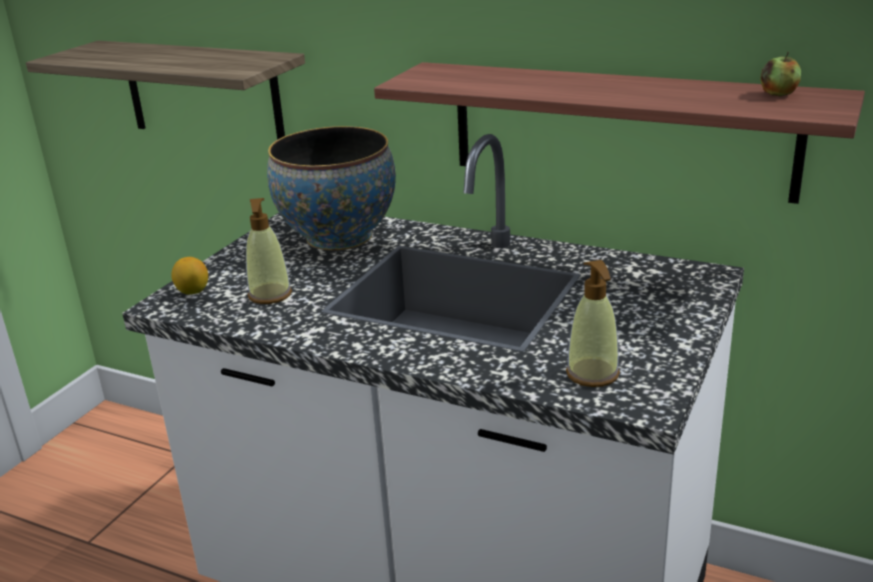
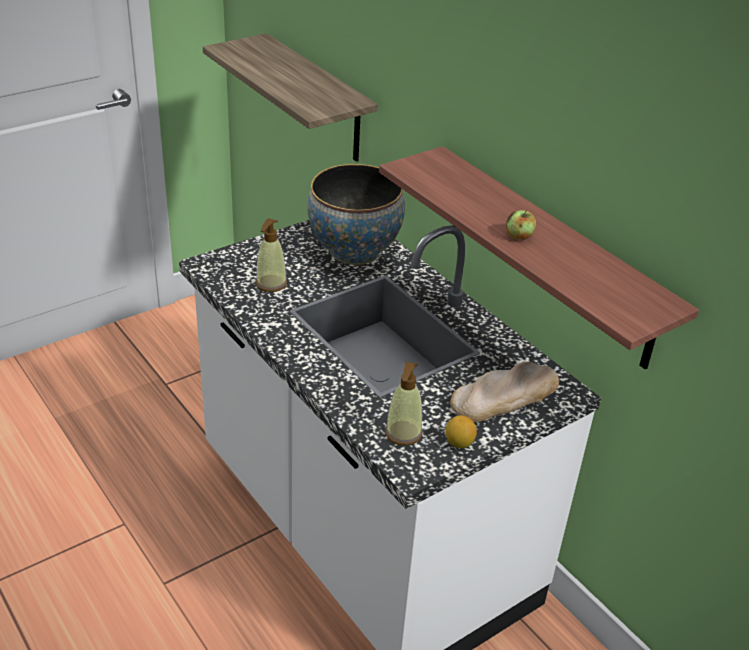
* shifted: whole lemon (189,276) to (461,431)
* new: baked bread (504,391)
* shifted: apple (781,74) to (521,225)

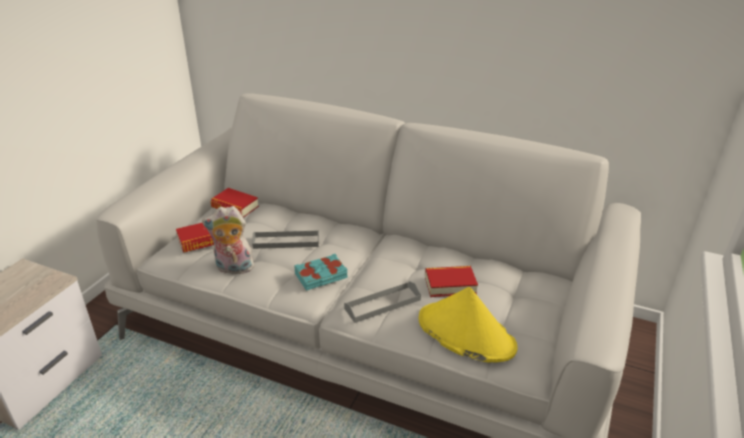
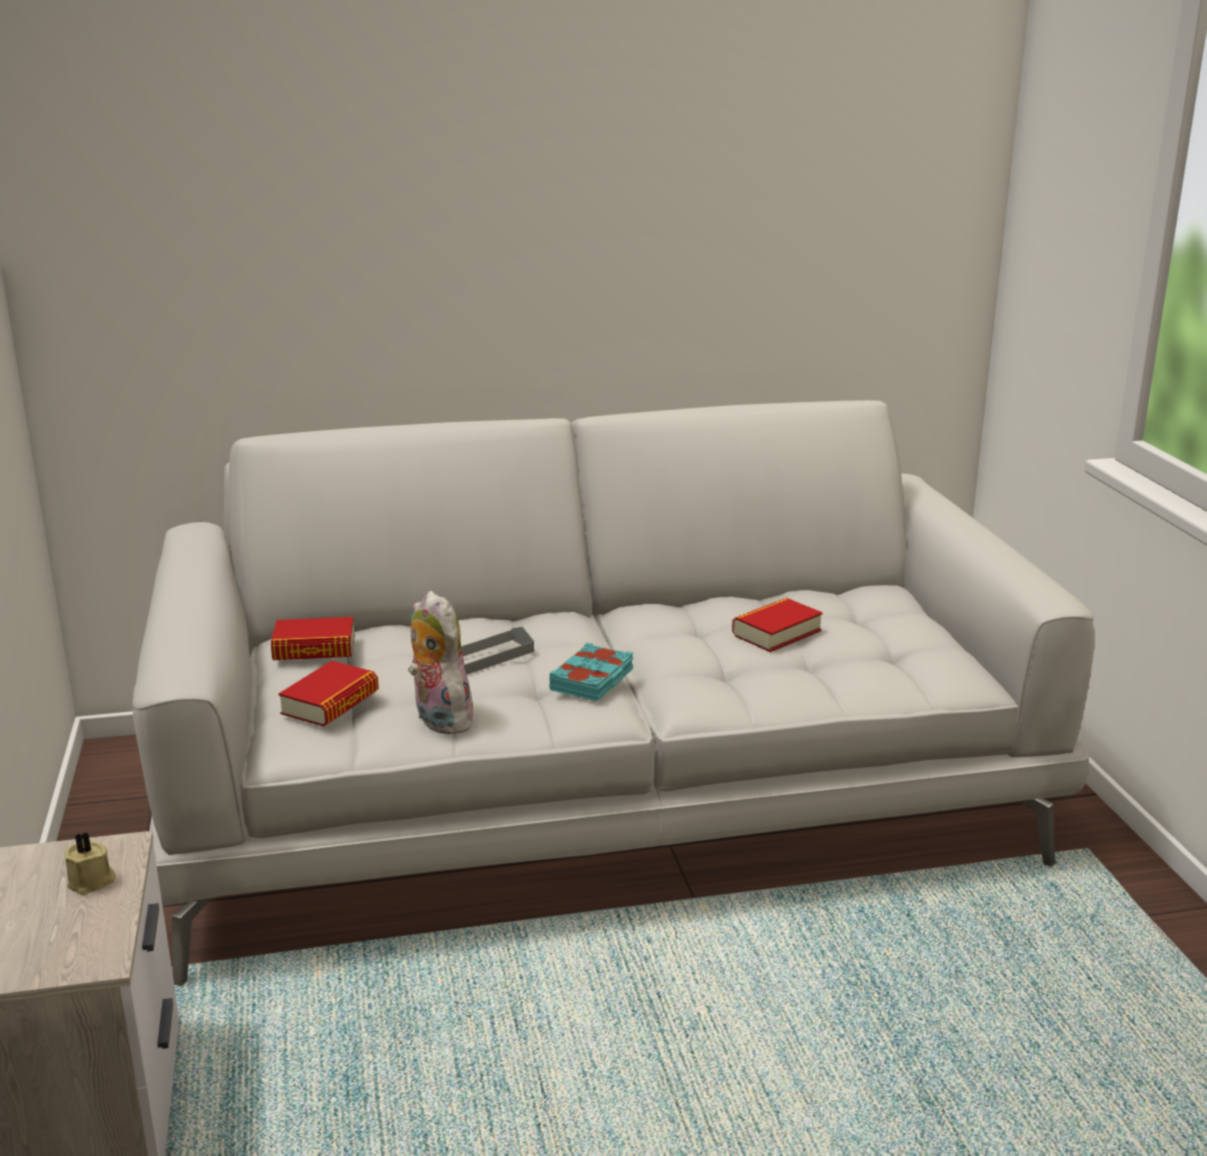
* new: beige-coloured candle (90,863)
* rotated: cuddly toy (229,240) = (443,663) 90 degrees clockwise
* gone: gray serving tray (382,302)
* gone: yellow-coloured wearable hat (468,324)

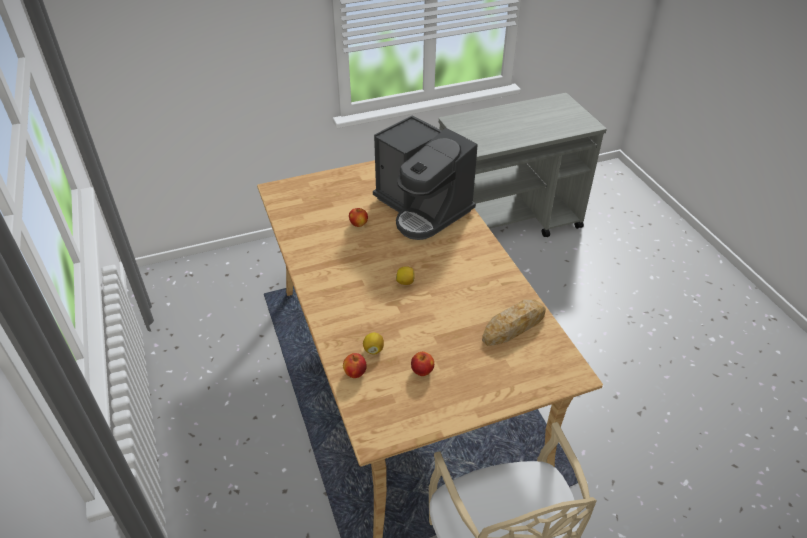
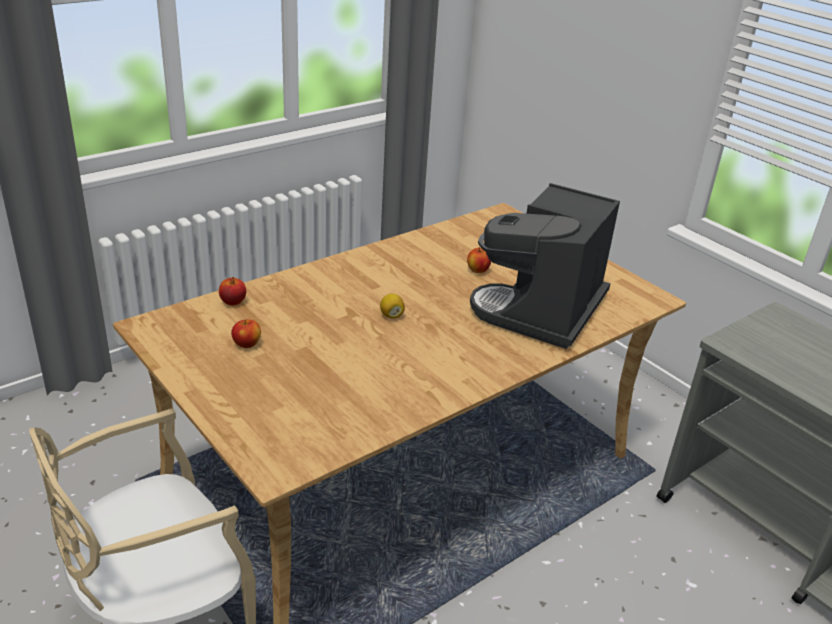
* gone: whole lemon (373,343)
* gone: baked bread (514,322)

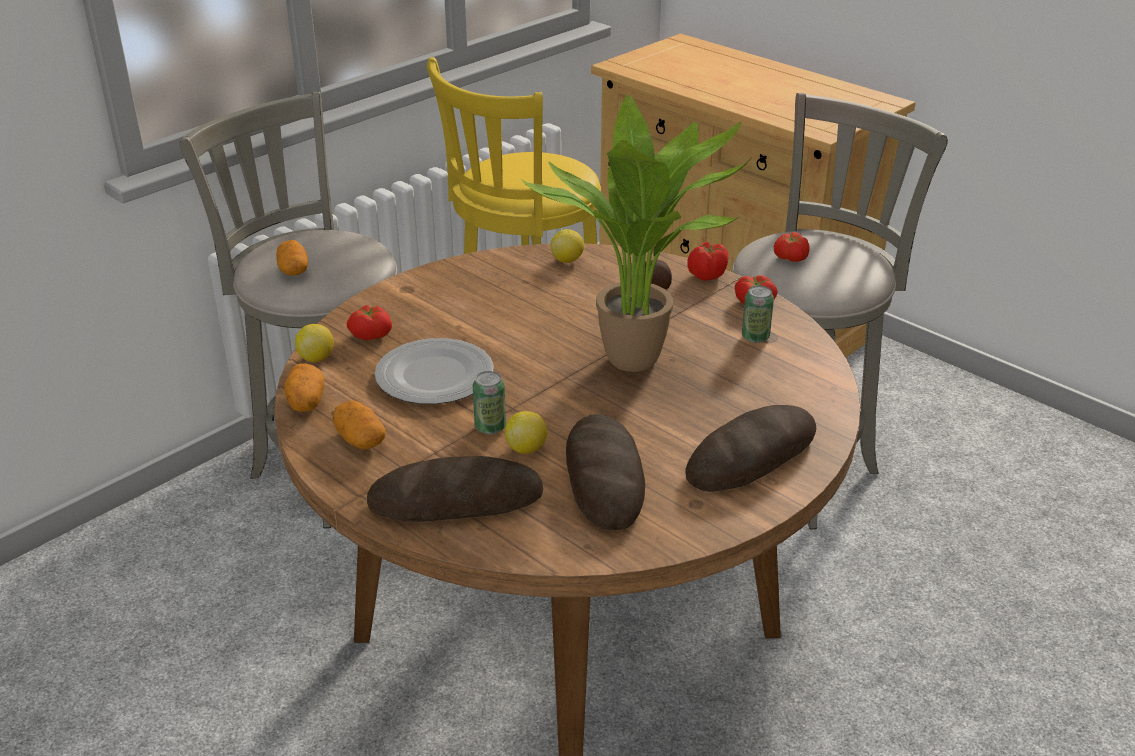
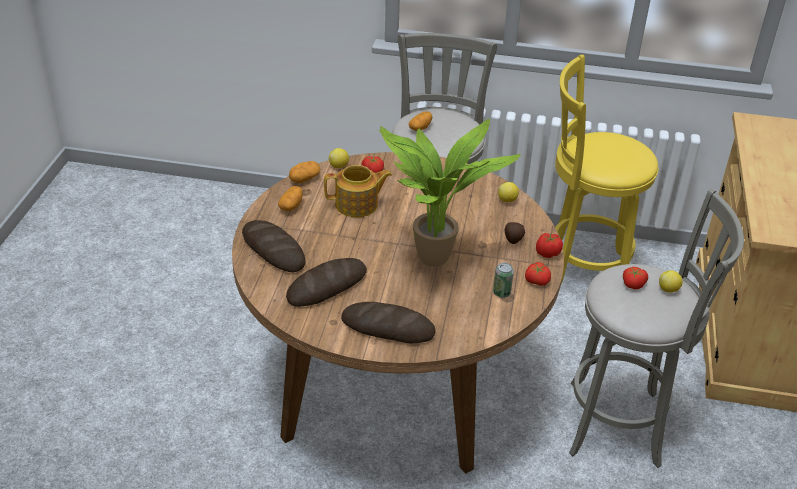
* swapped: flat dish (434,371) to teapot (358,191)
* shifted: whole lemon (526,432) to (671,281)
* gone: metal can (489,402)

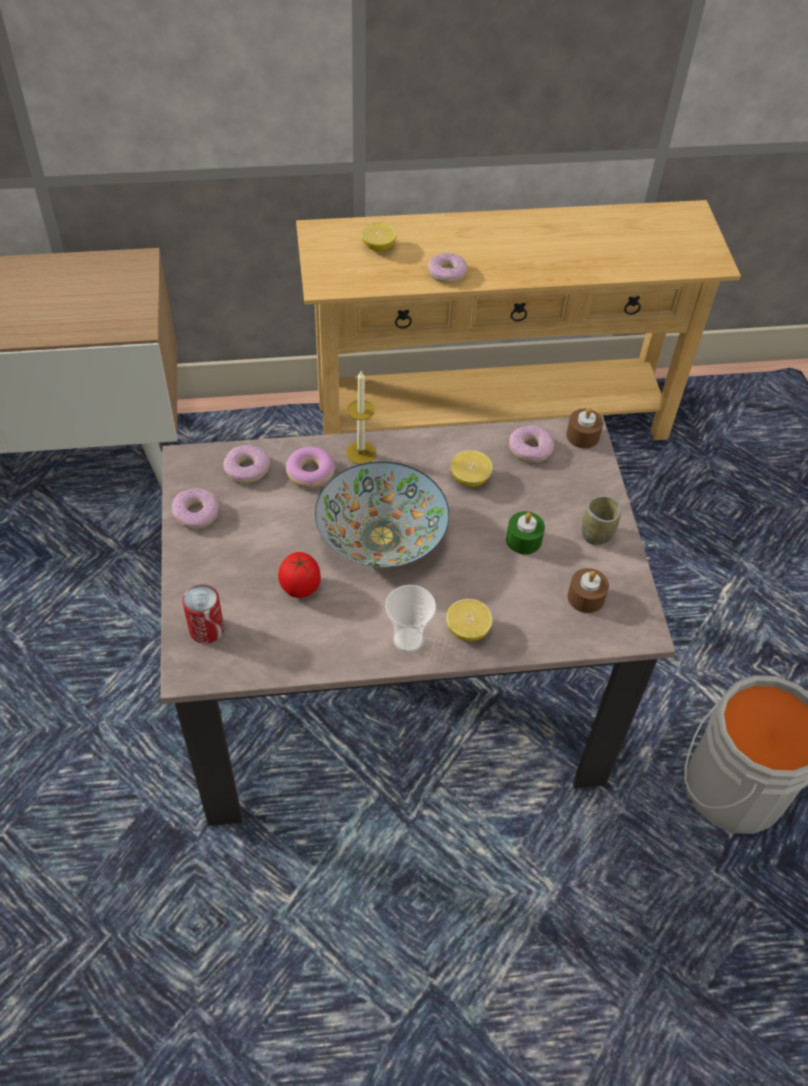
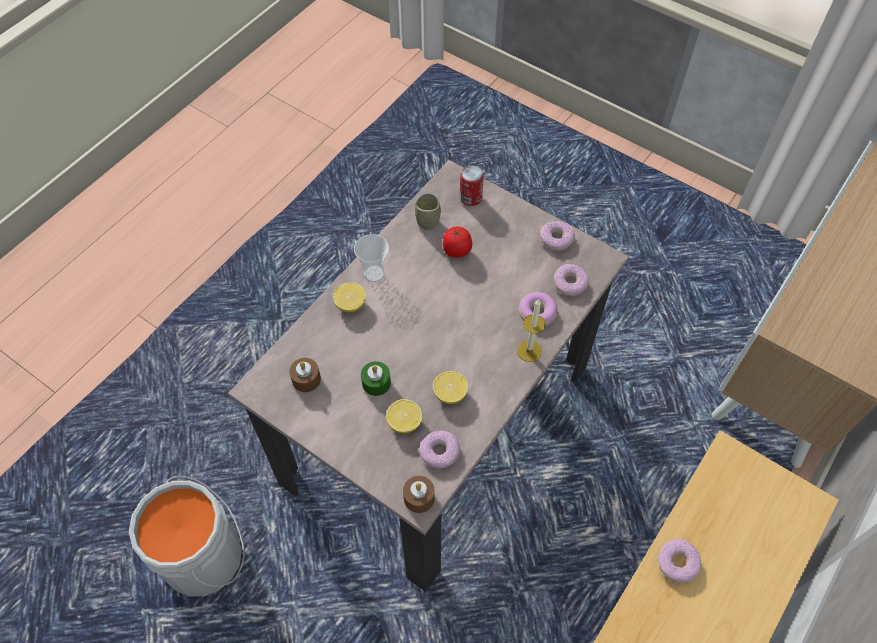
* shifted: whole lemon (379,236) to (404,416)
* shifted: small cup (601,520) to (428,211)
* gone: serving bowl (382,514)

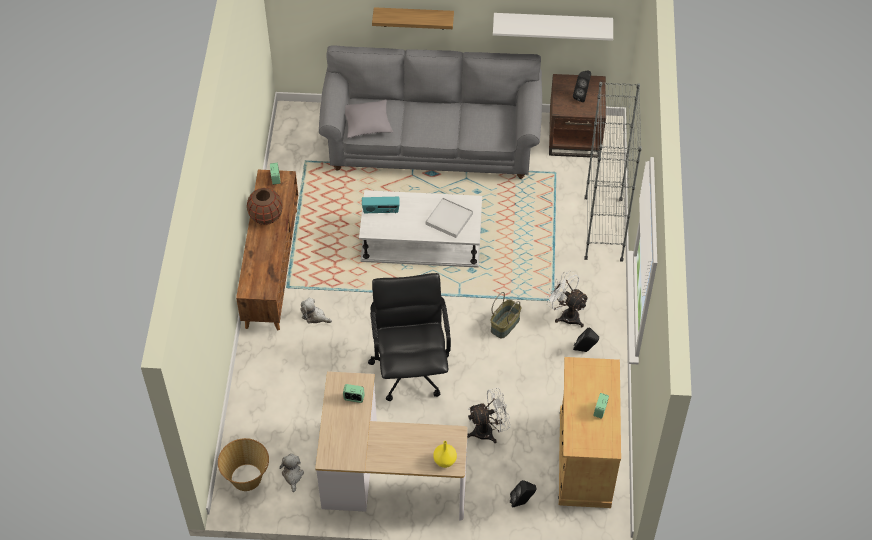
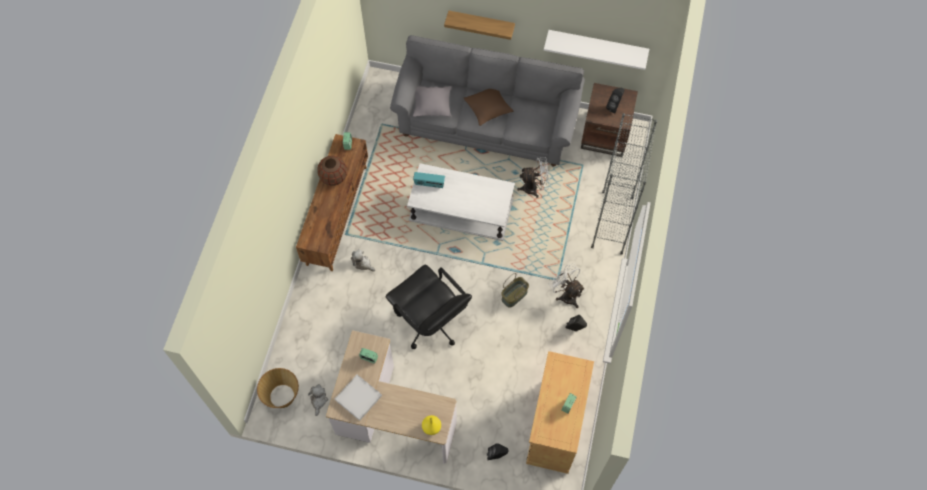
* shifted: white serving tray (449,218) to (358,398)
* rotated: blackish computer chair (409,337) = (429,307) 135 degrees clockwise
* new: brown throw pillow (489,107)
* shifted: white fan (489,415) to (533,177)

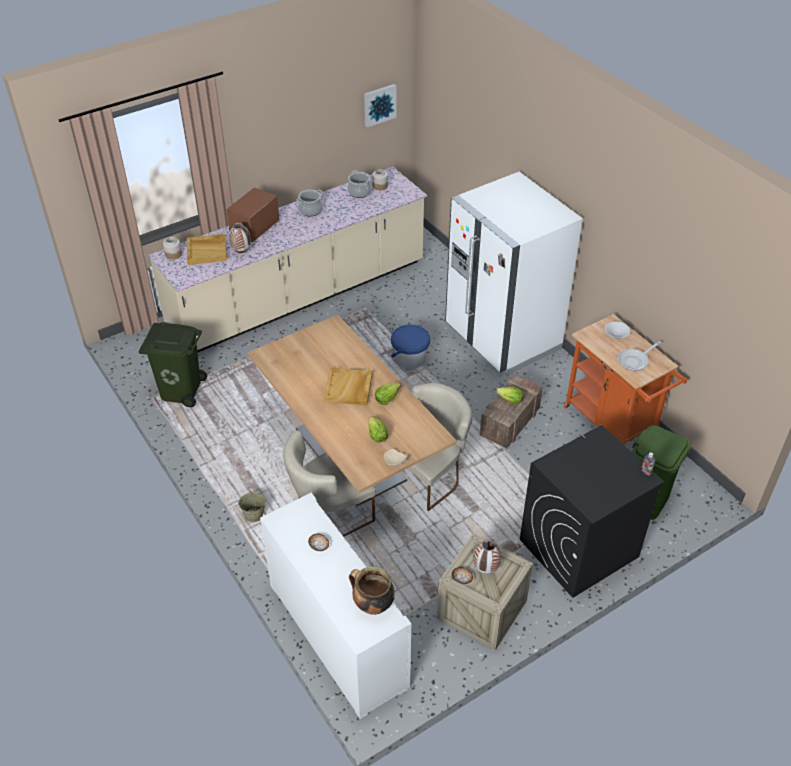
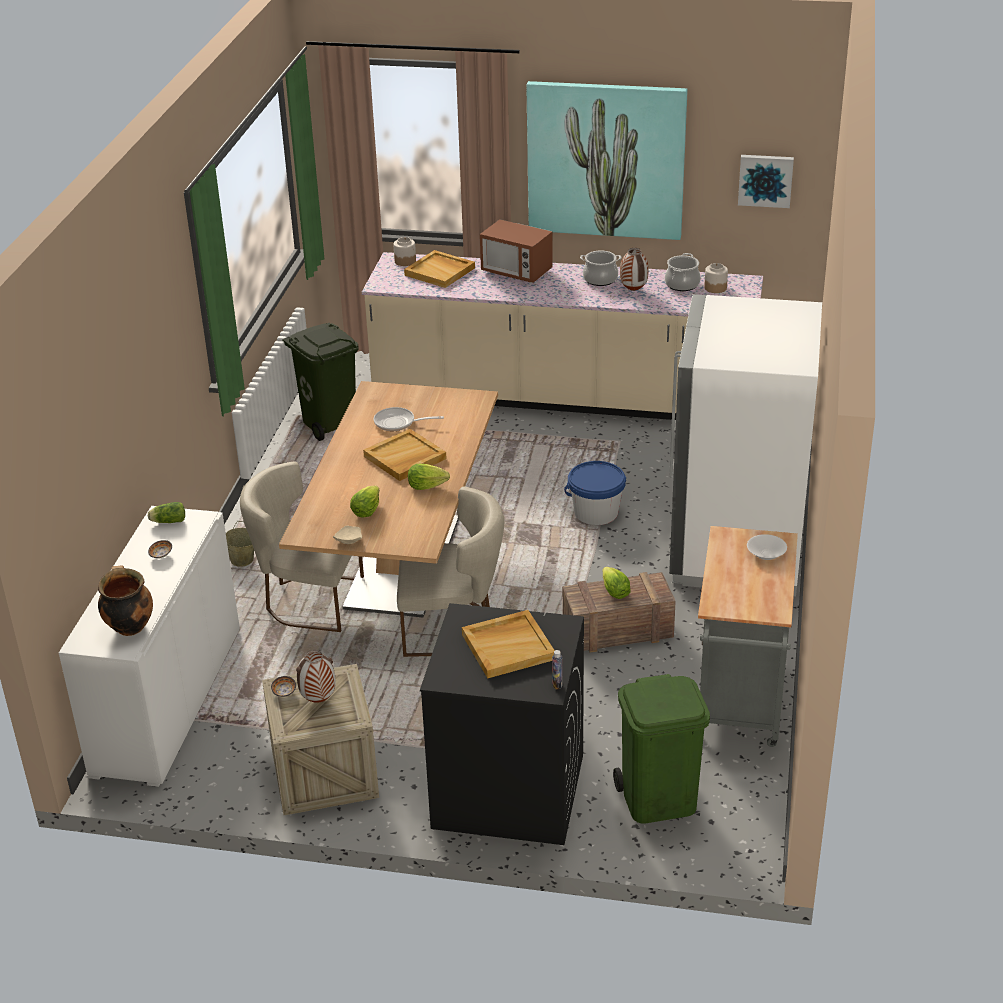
* new: lettuce (166,512)
* shifted: pan (639,356) to (409,419)
* new: beige-coloured serving tray (508,644)
* rotated: microwave oven (253,215) = (516,251) 135 degrees counterclockwise
* new: wall art (607,160)
* shifted: decorative vase (240,238) to (634,269)
* repainted: orangey wheeled cart (625,379) to gray wheeled cart (748,636)

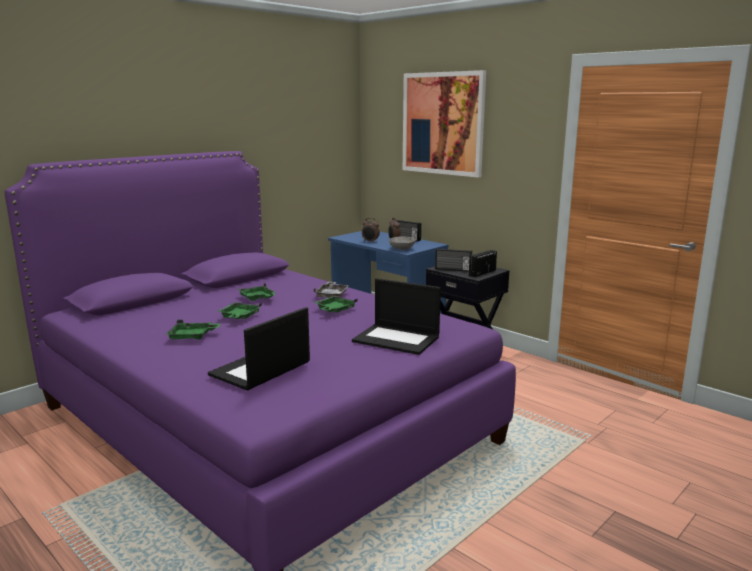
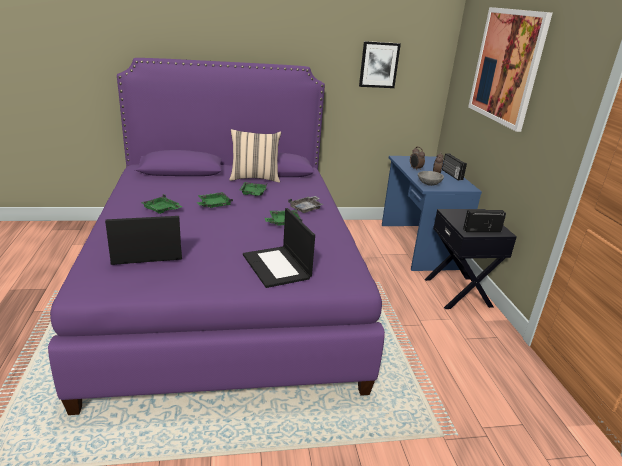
* new: beige-coloured throw pillow (255,156)
* new: wall art (380,64)
* gone: radio receiver (453,259)

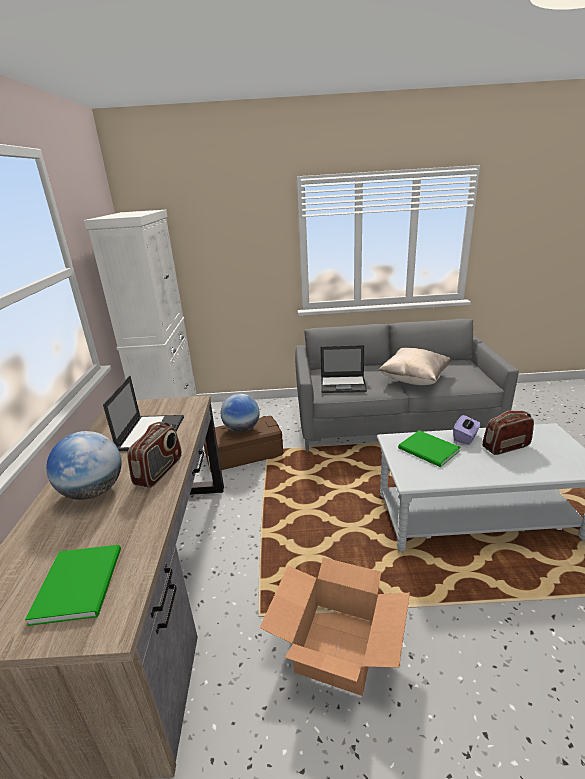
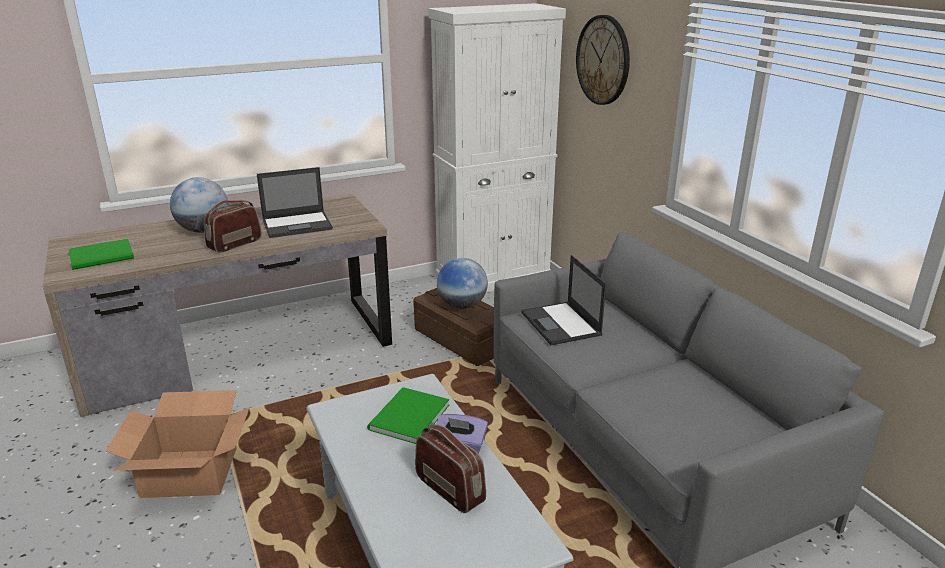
* rotated: radio receiver (154,455) = (233,226) 135 degrees clockwise
* new: hanging clock (603,60)
* gone: beige-coloured throw pillow (415,366)

